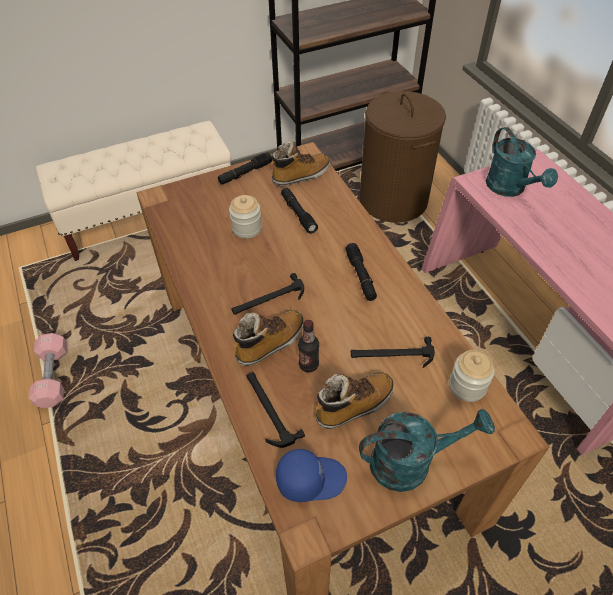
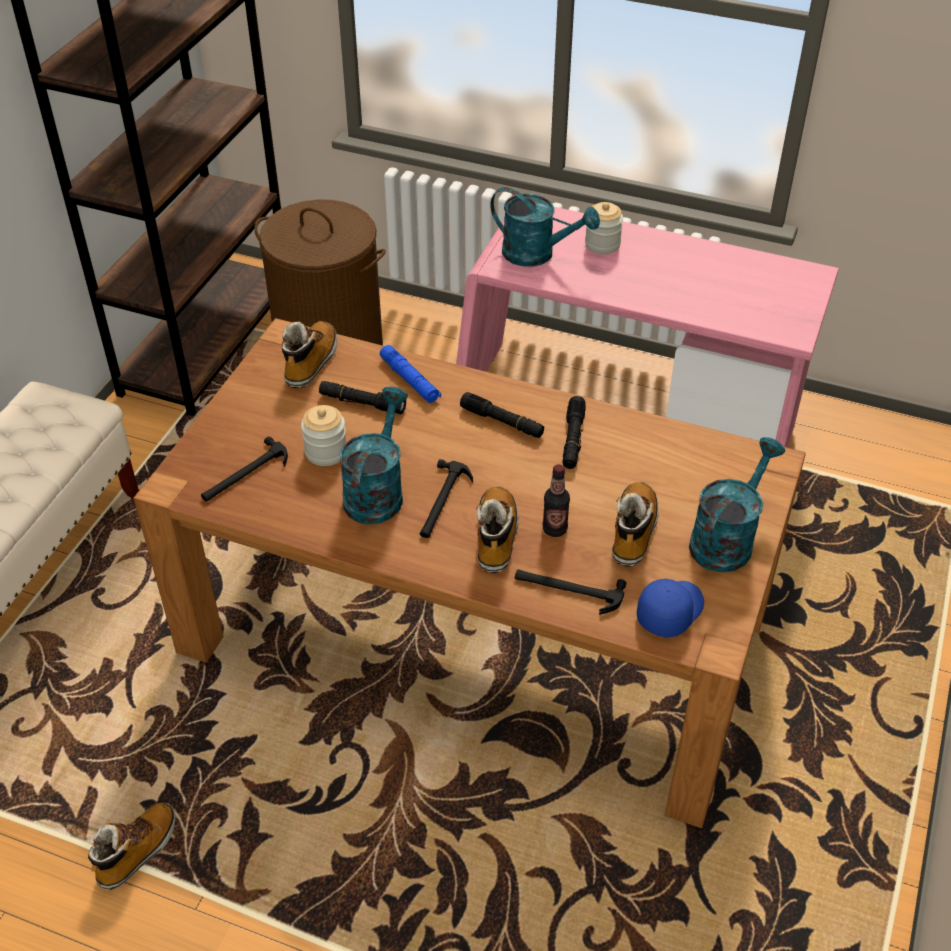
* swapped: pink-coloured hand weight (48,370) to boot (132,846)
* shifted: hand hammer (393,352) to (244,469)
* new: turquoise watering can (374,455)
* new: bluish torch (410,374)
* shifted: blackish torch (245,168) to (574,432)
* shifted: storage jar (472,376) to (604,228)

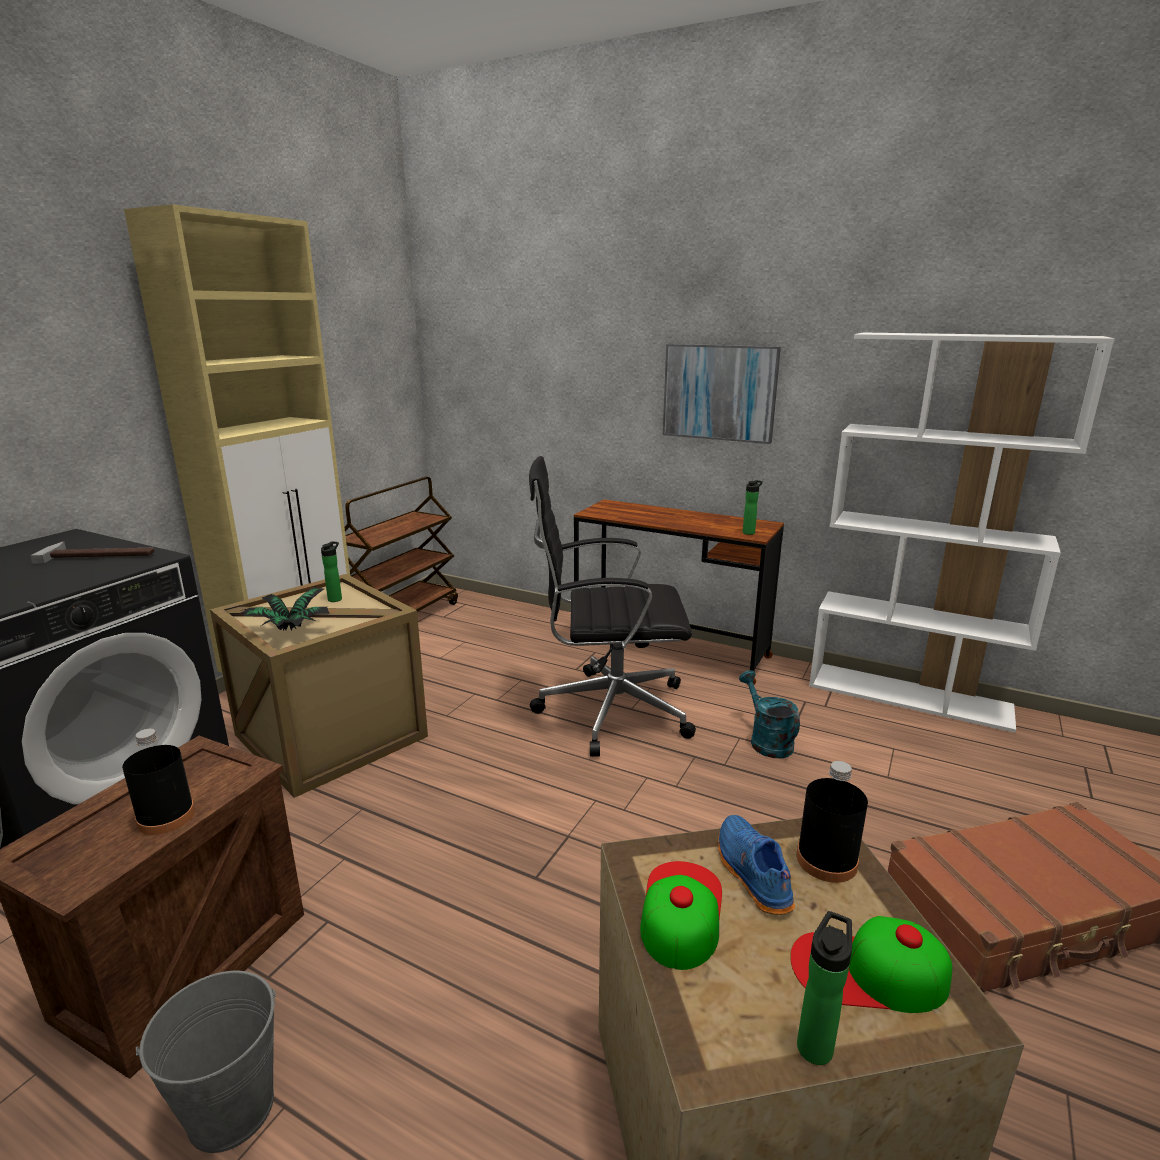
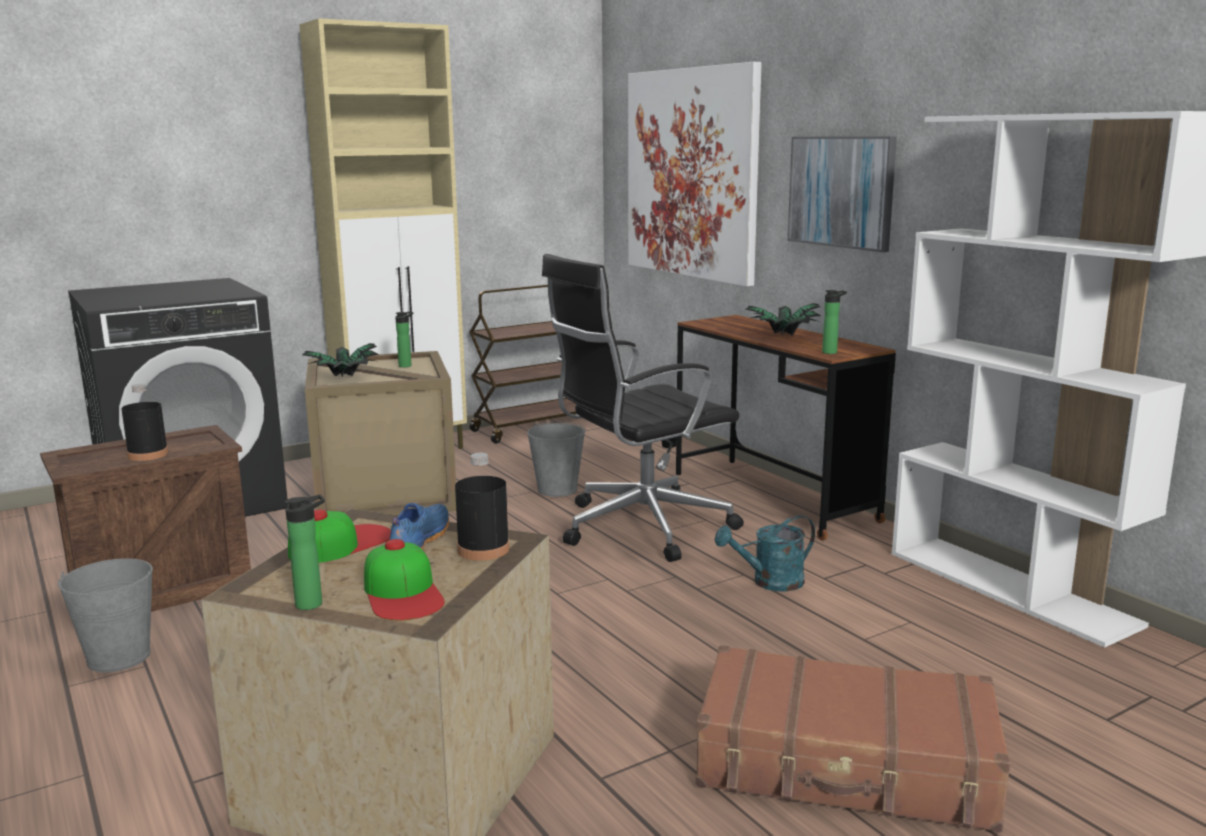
* rotated: baseball cap (871,964) = (404,579) 150 degrees counterclockwise
* new: gray bucket (556,459)
* rotated: blackish computer chair (612,606) = (643,408) 60 degrees counterclockwise
* new: wall art (695,174)
* rotated: turquoise watering can (769,714) = (765,553) 120 degrees counterclockwise
* new: houseplant (783,319)
* gone: hand hammer (92,552)

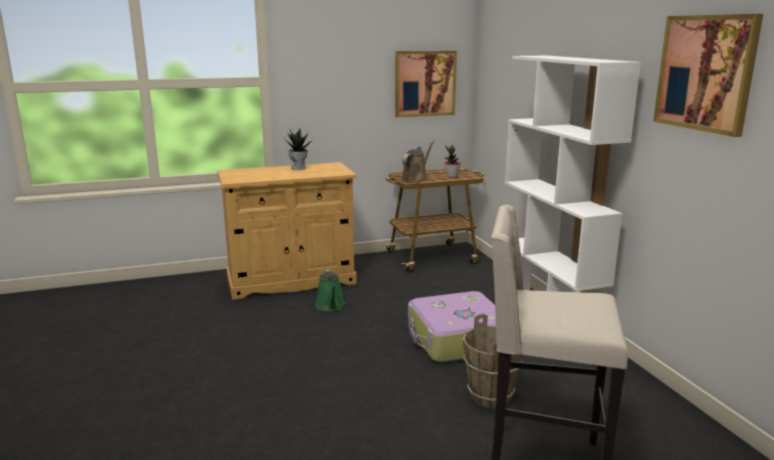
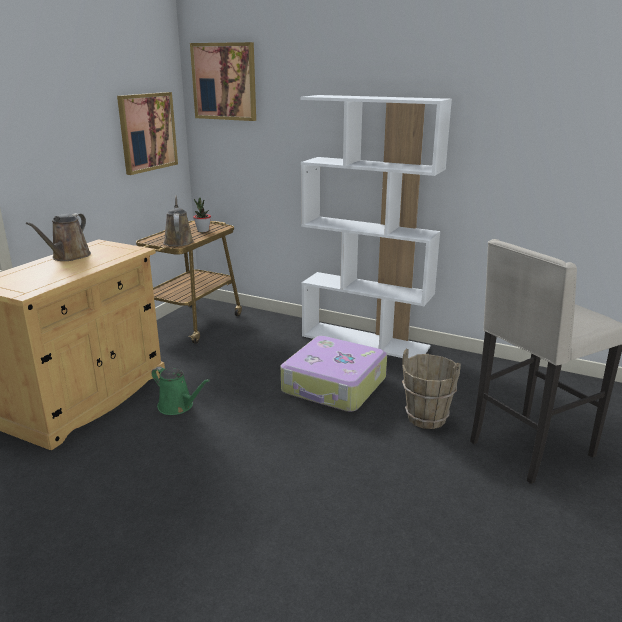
* swapped: houseplant (299,149) to brown watering can (58,237)
* shifted: wall art (708,75) to (223,81)

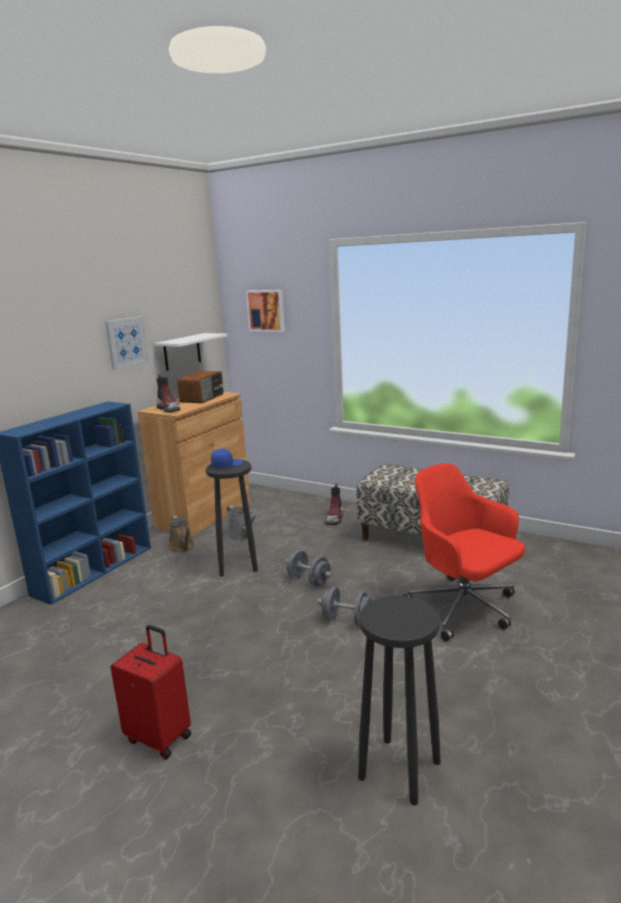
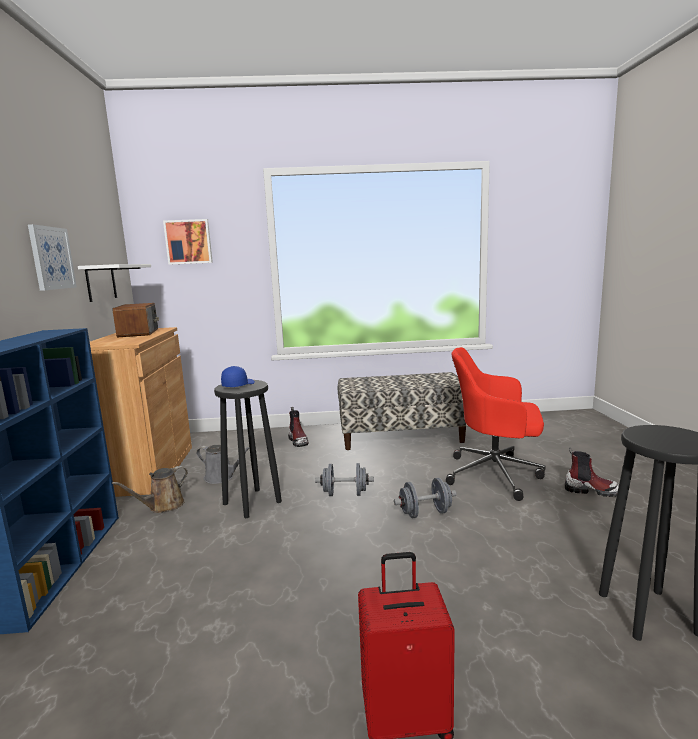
* rotated: brown watering can (181,534) = (150,489) 105 degrees clockwise
* shifted: boot (168,393) to (592,472)

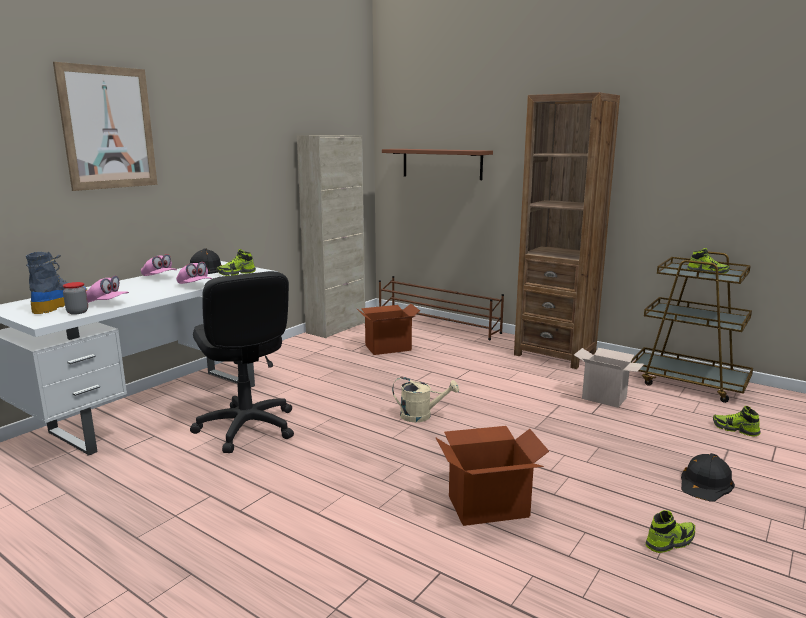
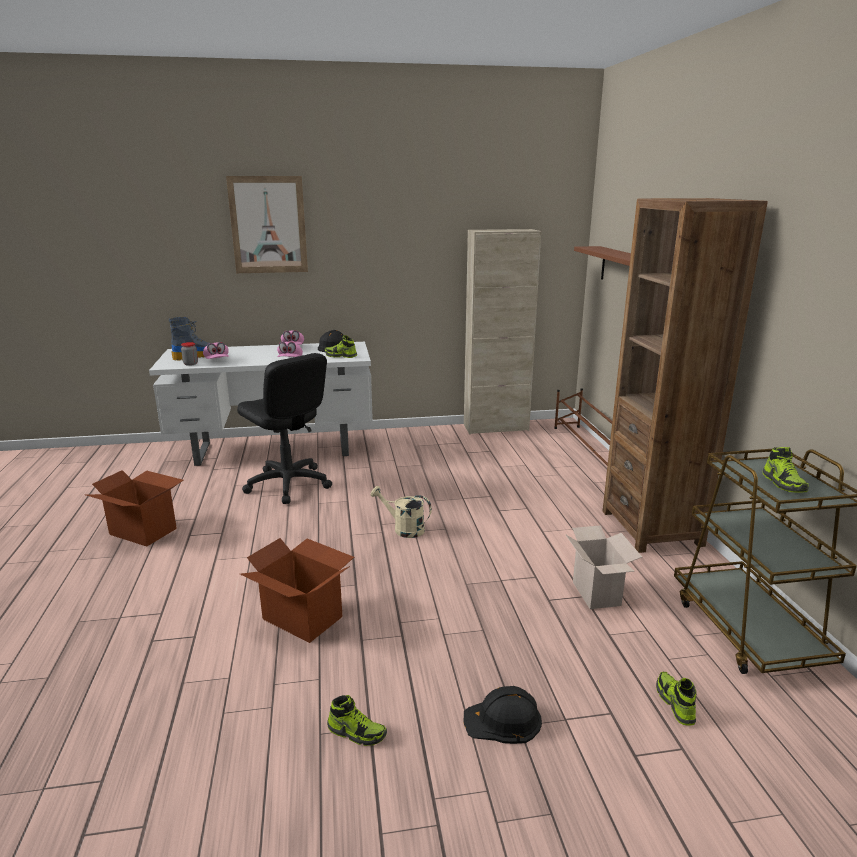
* shifted: carton (388,329) to (134,508)
* rotated: blackish computer chair (242,362) = (284,428) 60 degrees counterclockwise
* rotated: beige-coloured watering can (425,399) = (401,512) 150 degrees clockwise

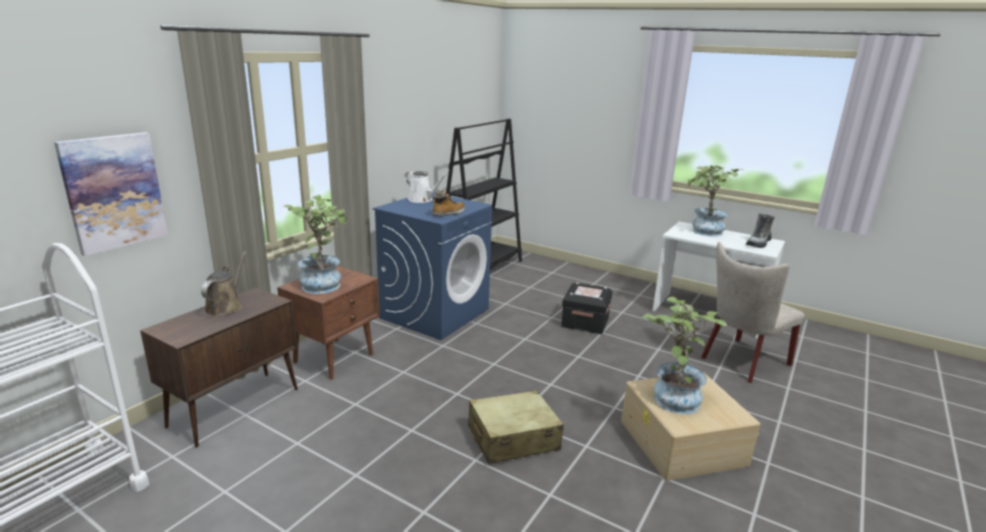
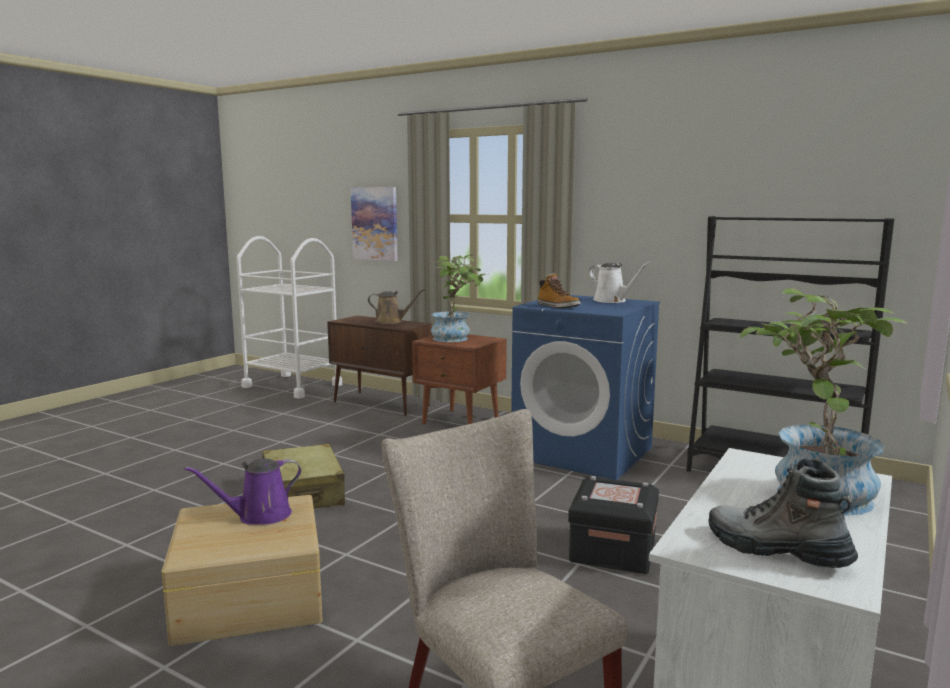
* swapped: houseplant (684,355) to purple watering can (243,491)
* rotated: white watering can (426,187) = (620,282) 75 degrees counterclockwise

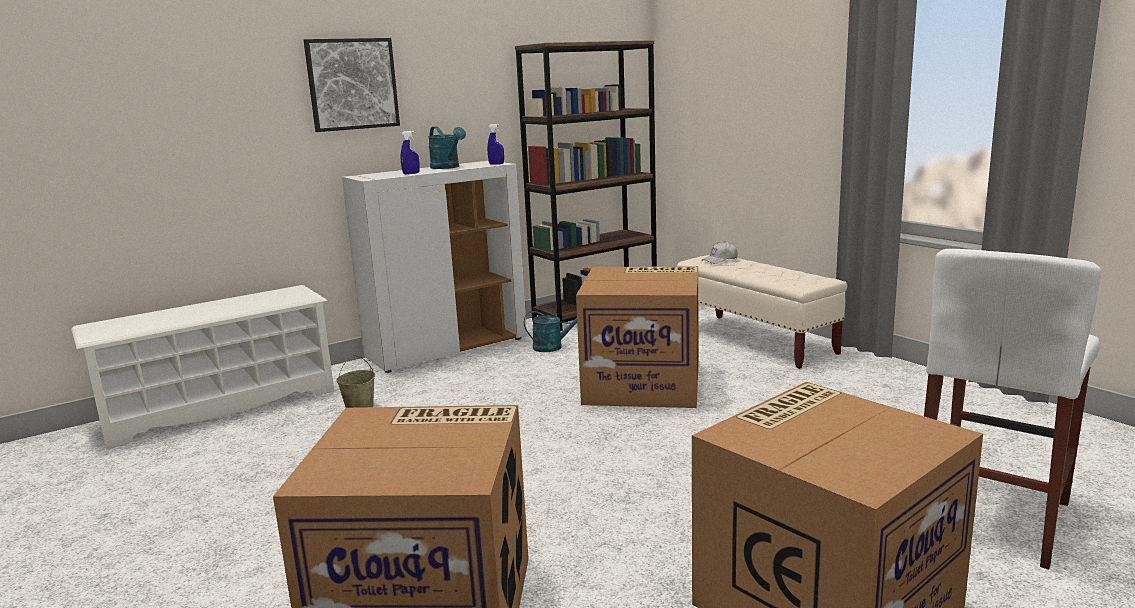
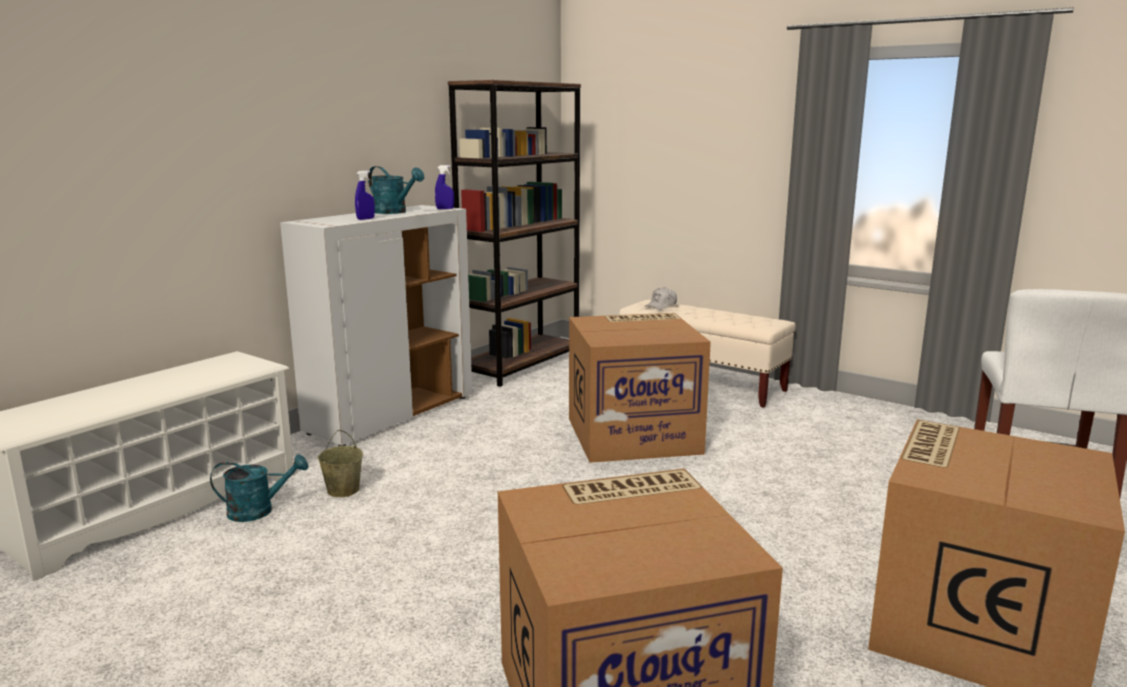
* shifted: turquoise watering can (550,331) to (259,488)
* gone: wall art (352,85)

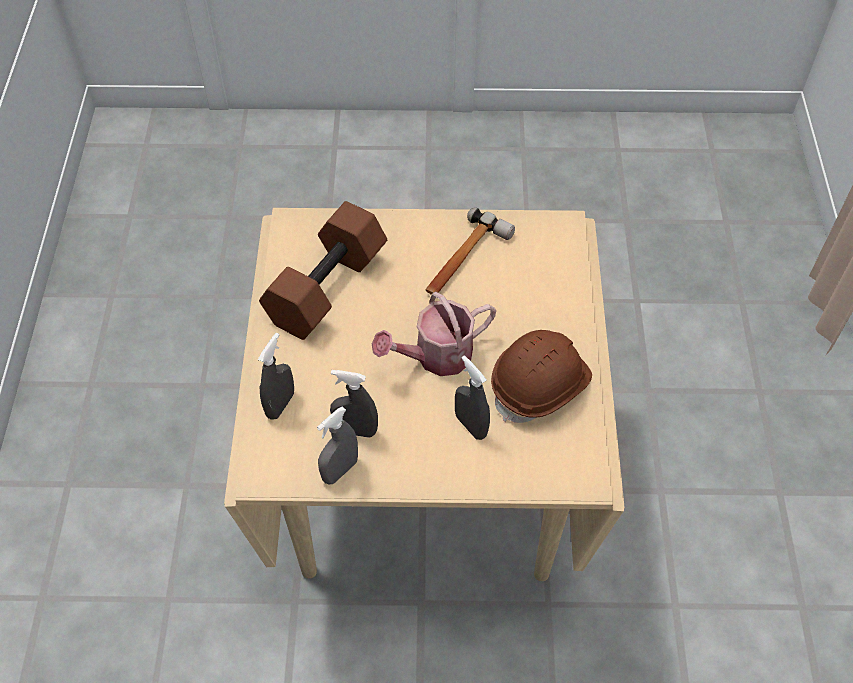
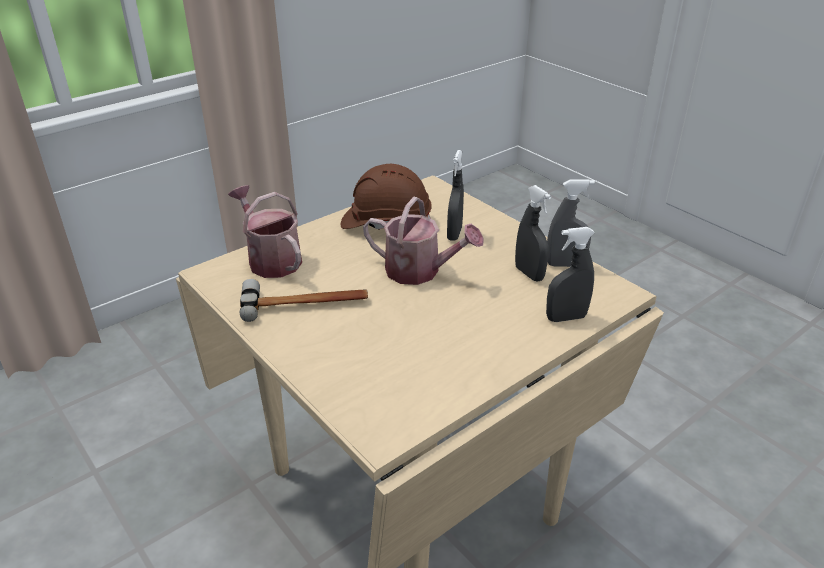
* new: watering can (265,231)
* gone: brown hand weight (323,270)

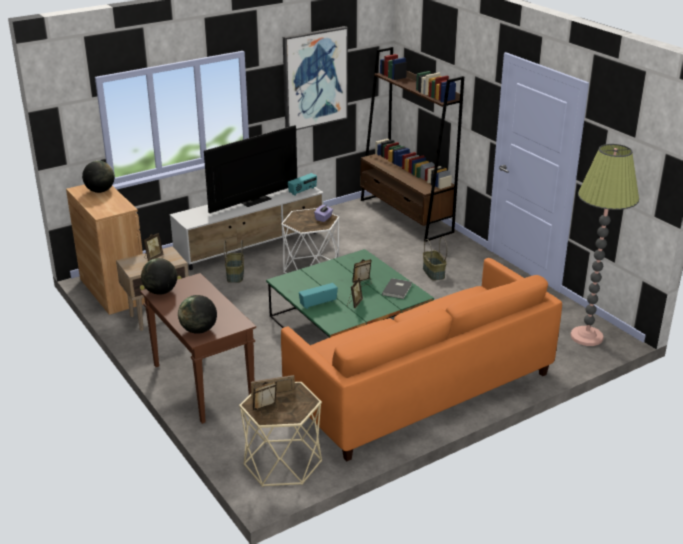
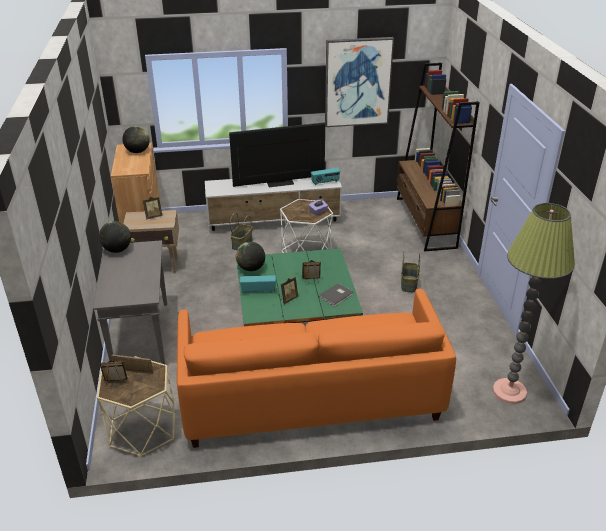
* repainted: brown hall table (198,348) to gray hall table (130,302)
* shifted: world globe (197,314) to (250,256)

